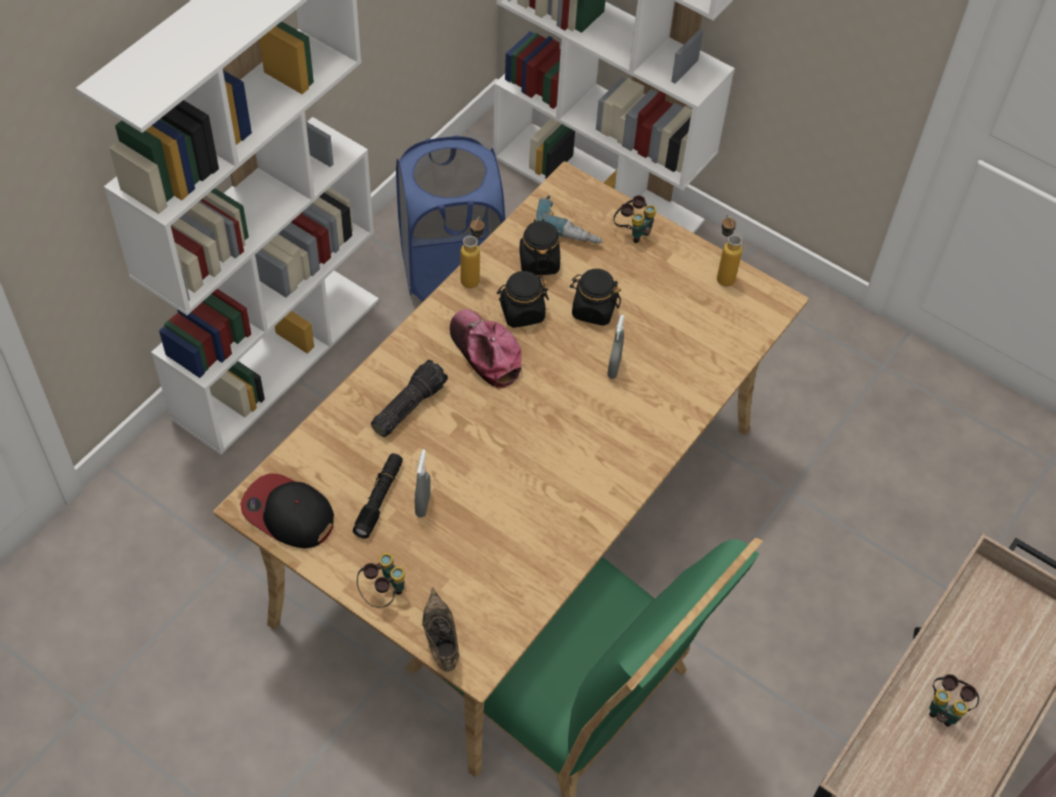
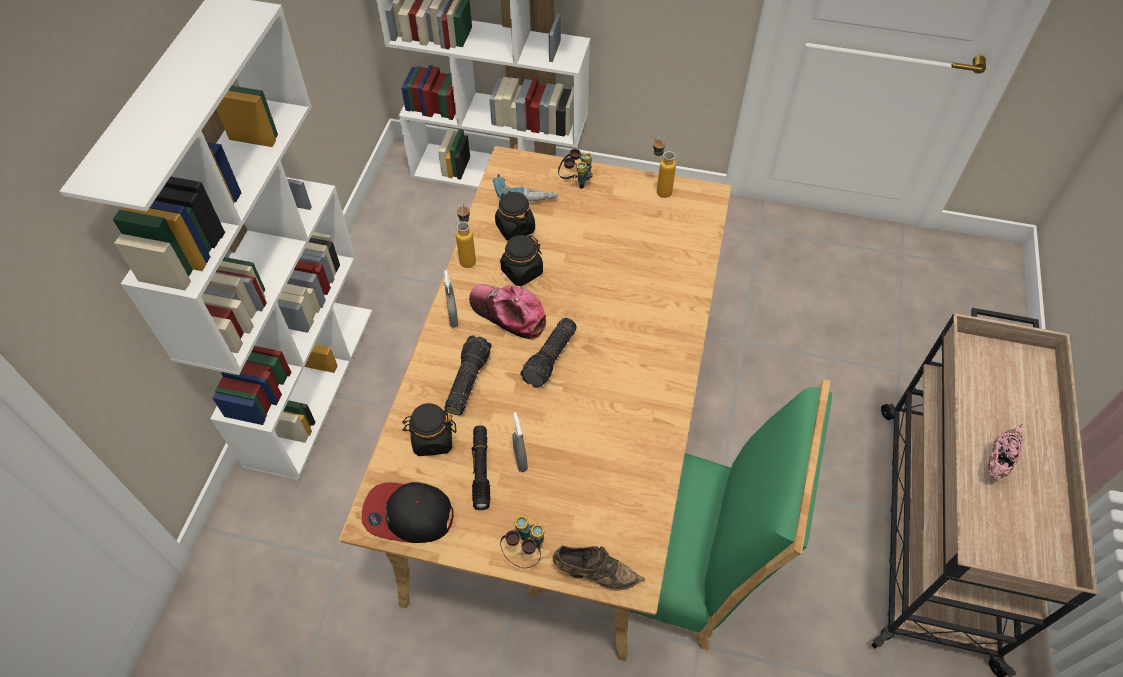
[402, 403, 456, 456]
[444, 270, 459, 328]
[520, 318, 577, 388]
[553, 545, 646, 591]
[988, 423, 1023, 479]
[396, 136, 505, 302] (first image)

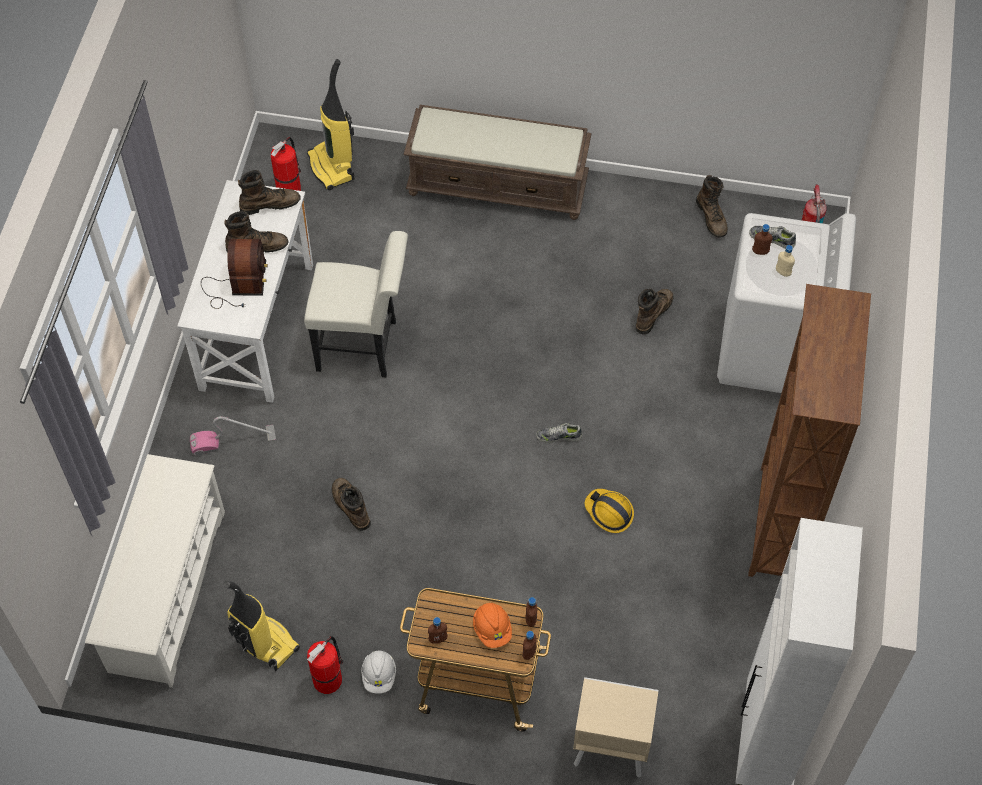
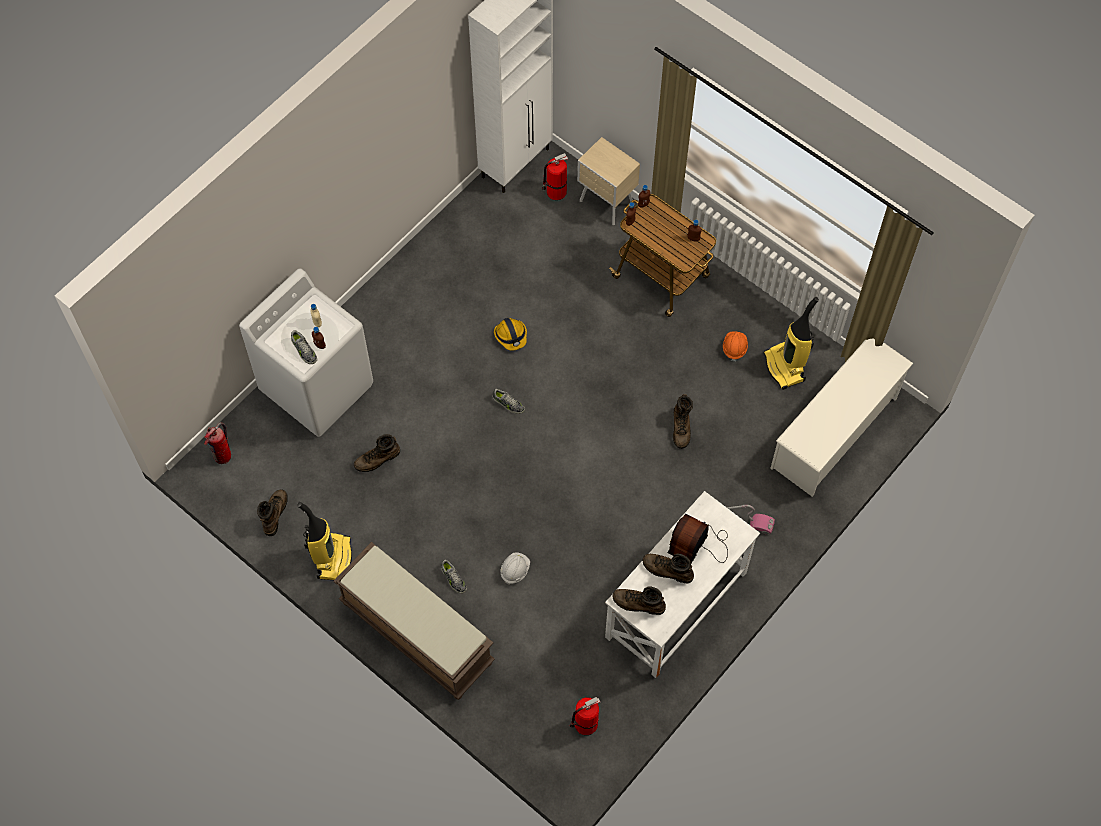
[298, 502, 352, 580]
[441, 560, 467, 594]
[501, 552, 530, 585]
[542, 153, 568, 200]
[723, 331, 748, 361]
[304, 231, 408, 377] (first image)
[748, 284, 871, 577] (first image)

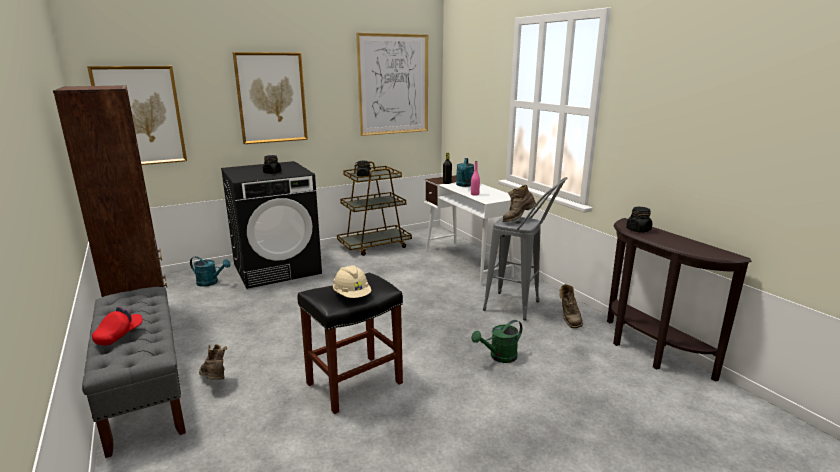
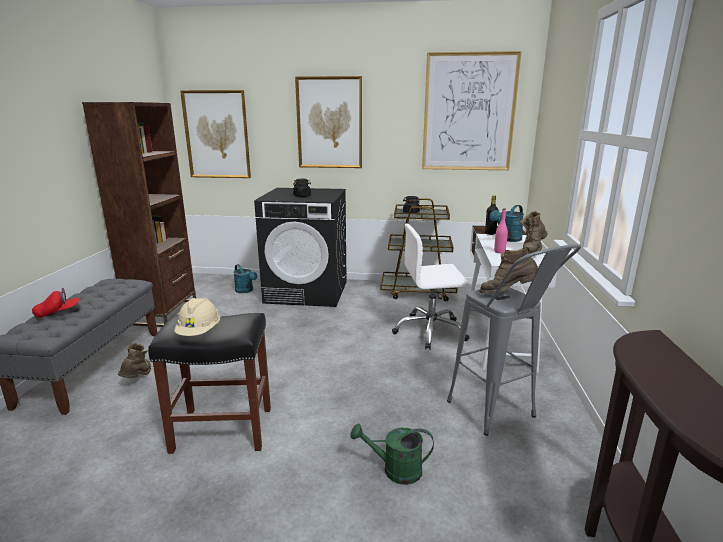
[392, 223, 470, 350]
[520, 211, 547, 253]
[626, 207, 653, 233] (first image)

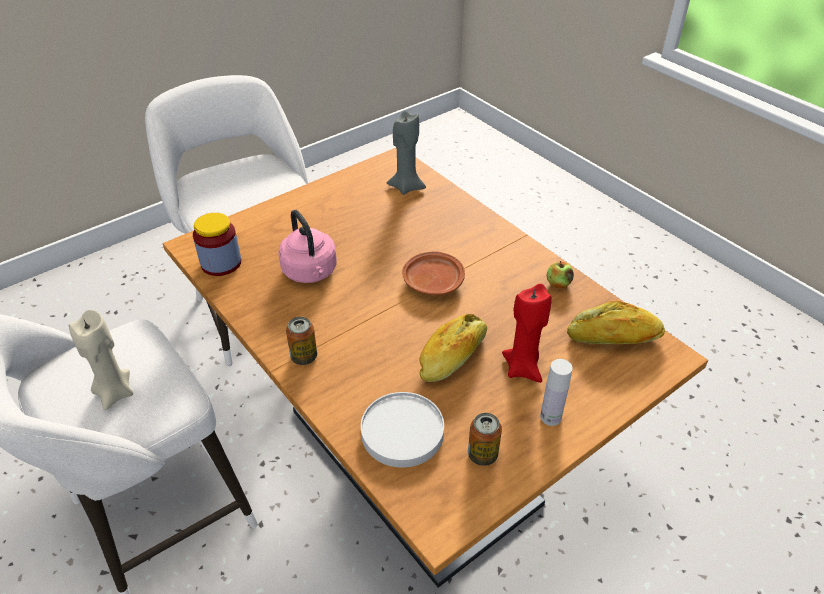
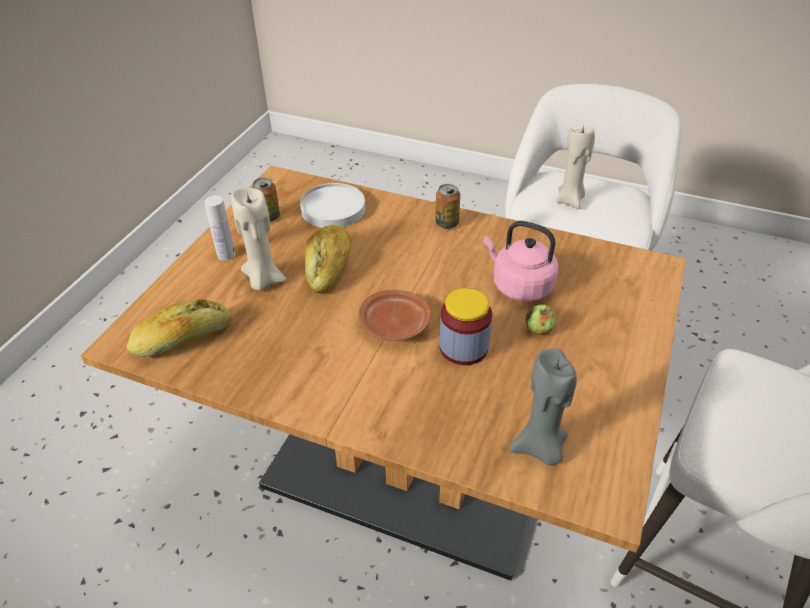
[231, 187, 287, 291]
[439, 288, 492, 365]
[526, 305, 556, 335]

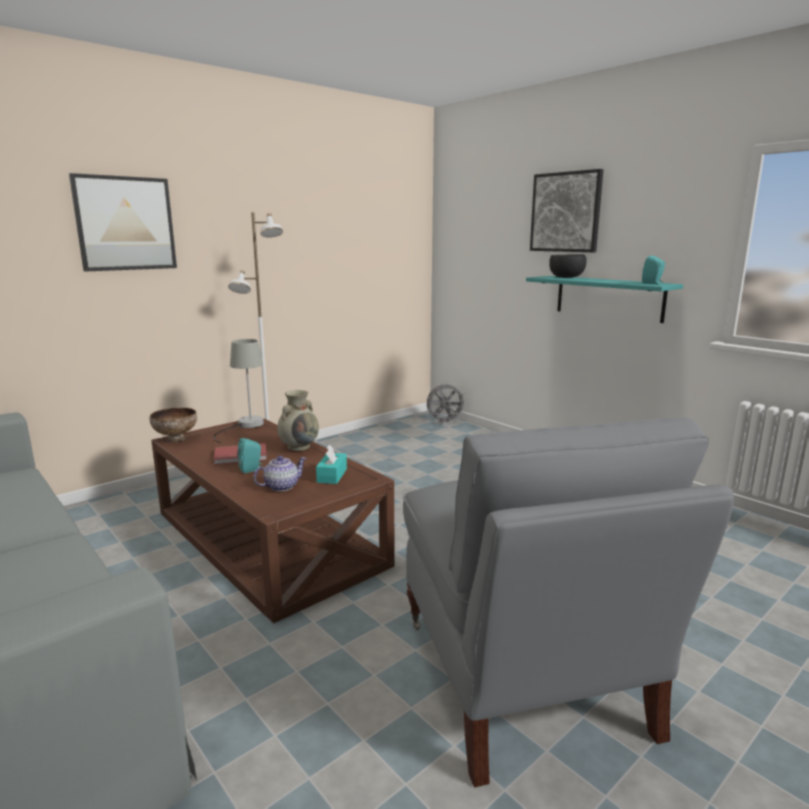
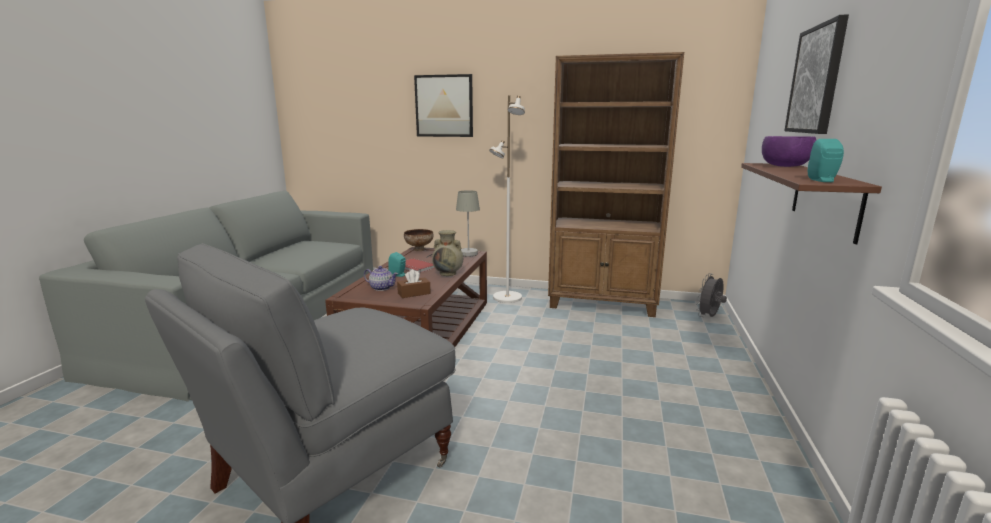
[397, 269, 431, 298]
[548, 52, 684, 317]
[696, 273, 727, 317]
[741, 163, 882, 244]
[762, 136, 816, 167]

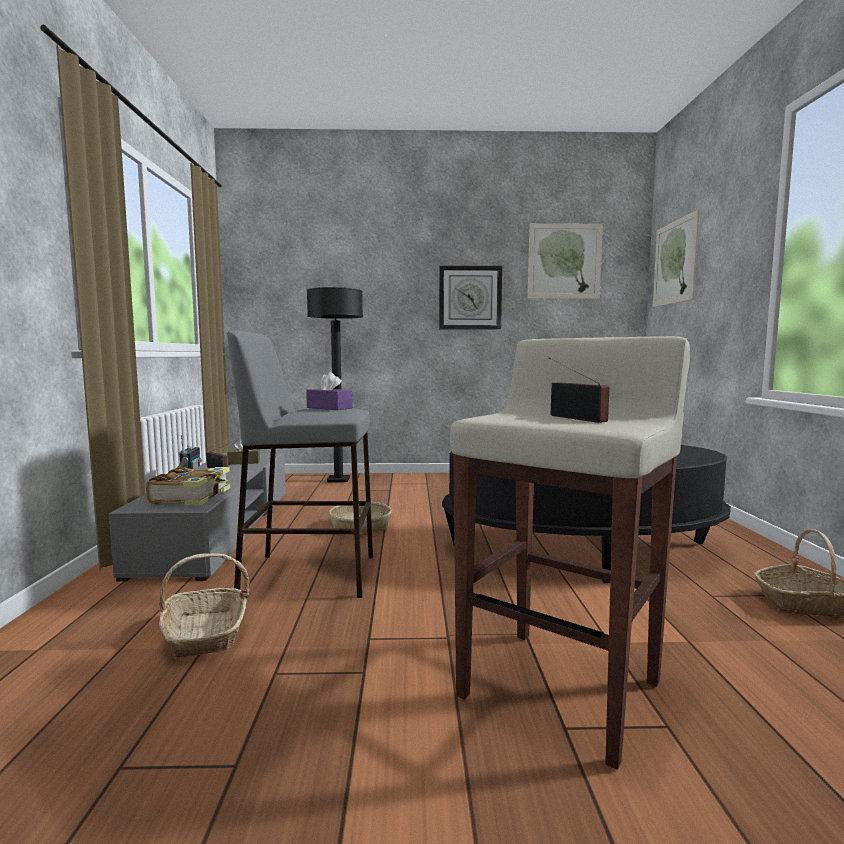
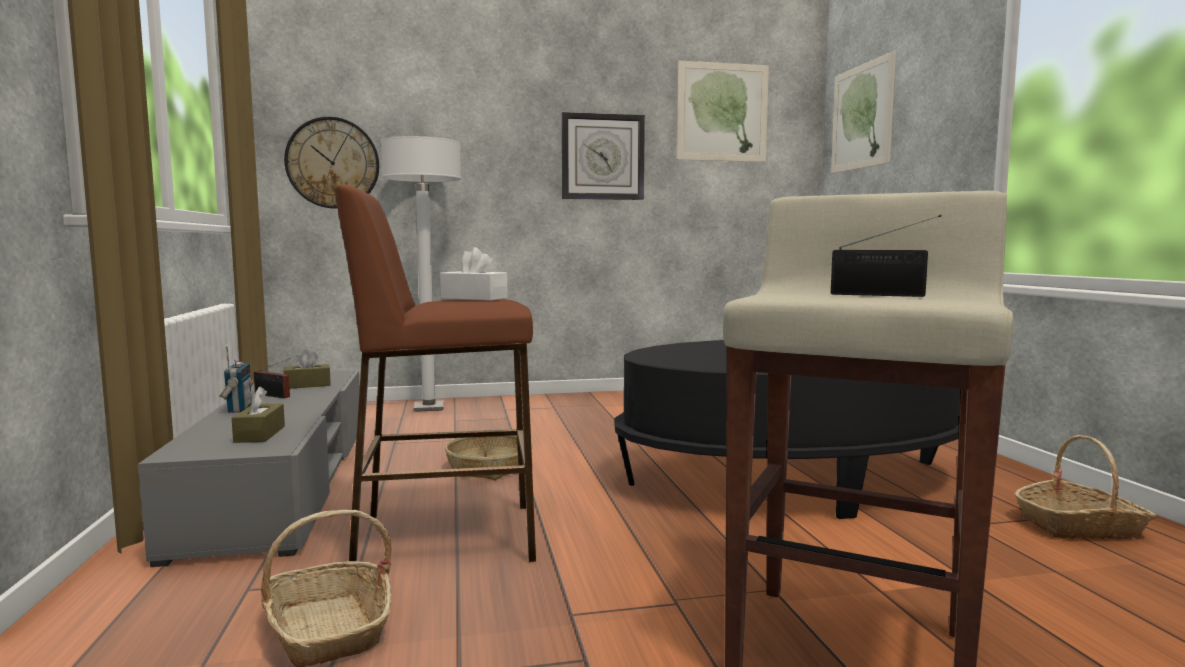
[232, 386, 285, 443]
[284, 117, 379, 209]
[335, 184, 536, 562]
[381, 136, 461, 412]
[440, 247, 508, 301]
[831, 215, 942, 297]

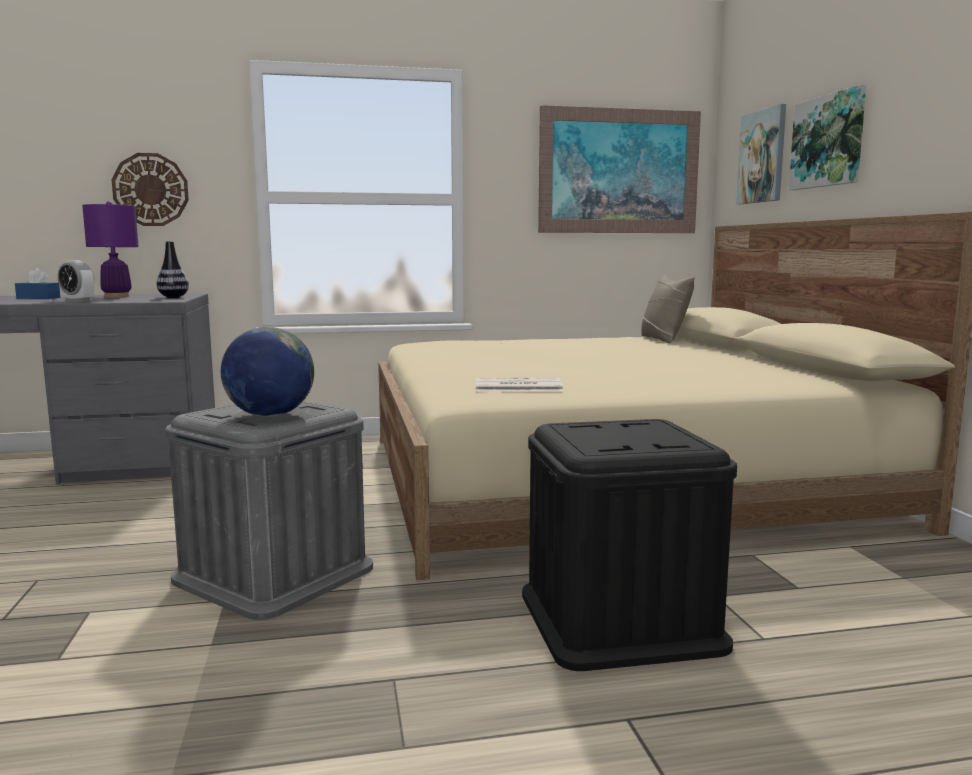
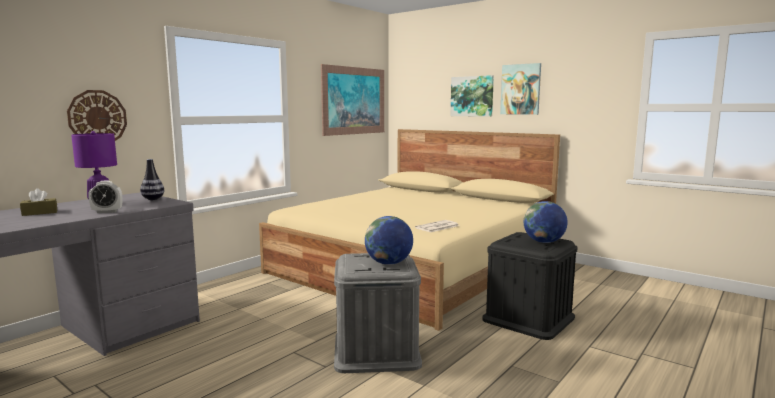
[20, 188, 57, 216]
[500, 63, 541, 115]
[524, 201, 568, 243]
[641, 275, 695, 343] (first image)

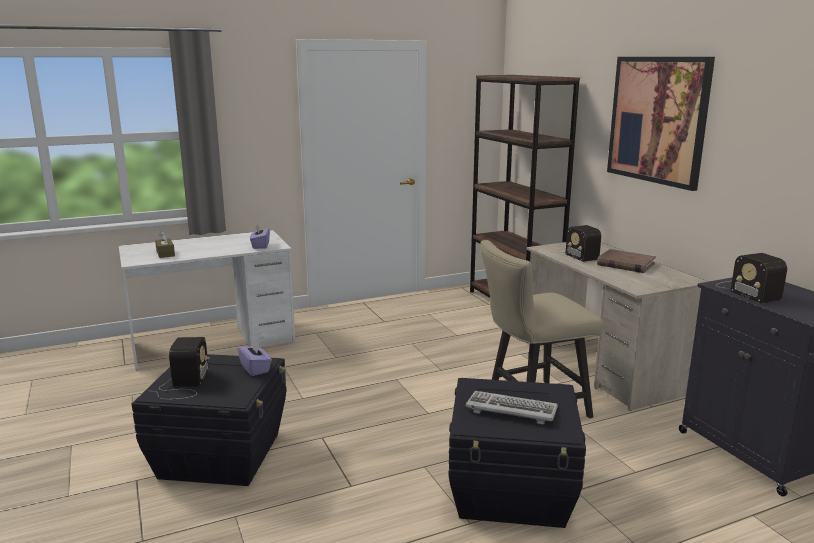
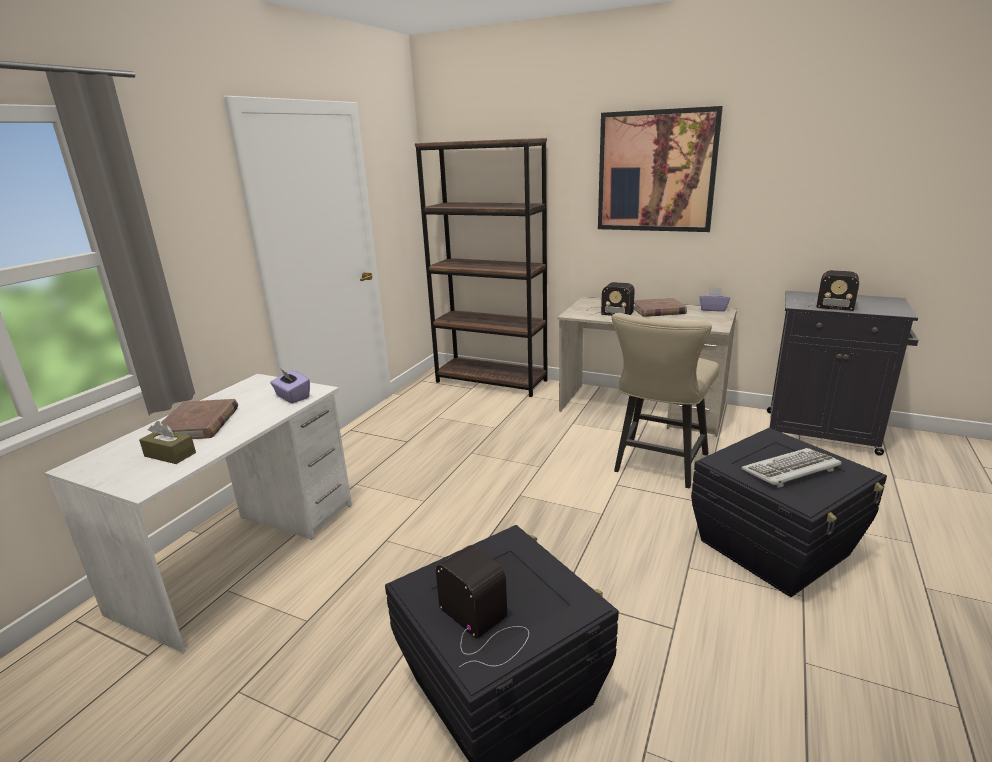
[152, 399, 238, 439]
[699, 287, 730, 312]

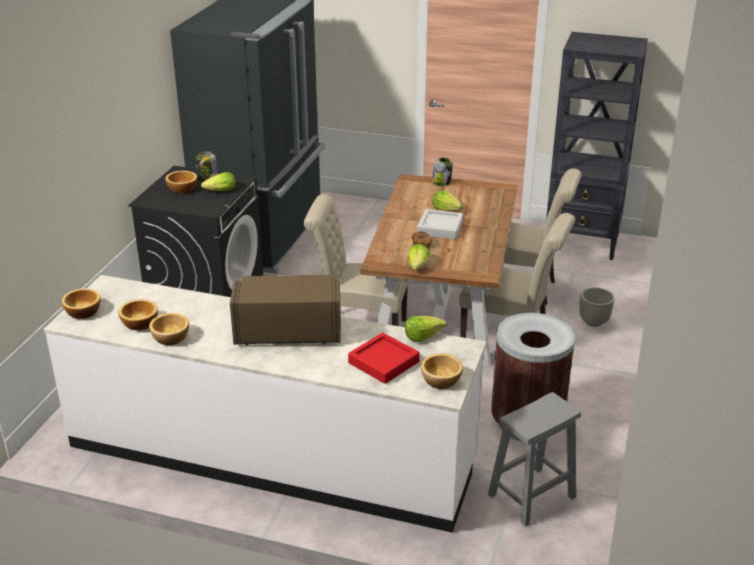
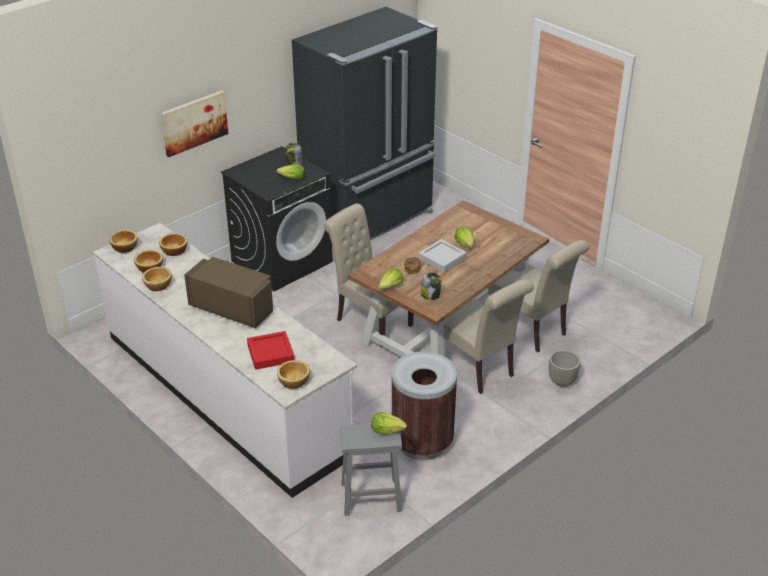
[159, 233, 187, 256]
[161, 90, 228, 157]
[371, 412, 407, 434]
[421, 272, 441, 300]
[546, 32, 648, 260] (first image)

